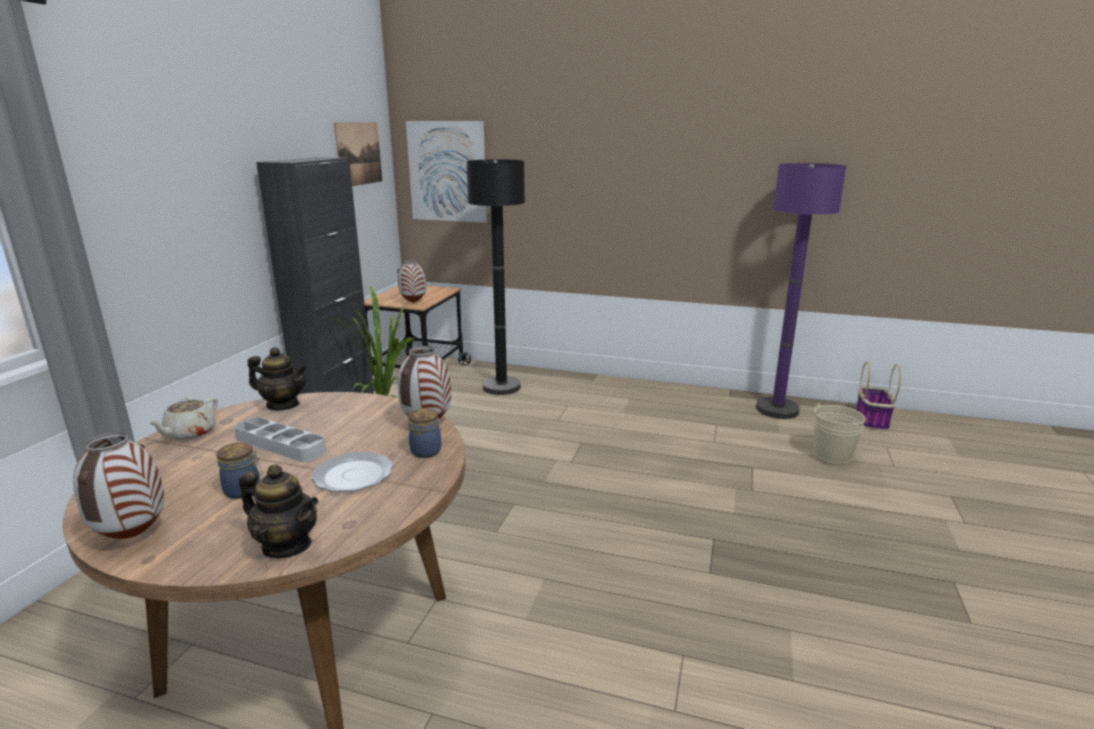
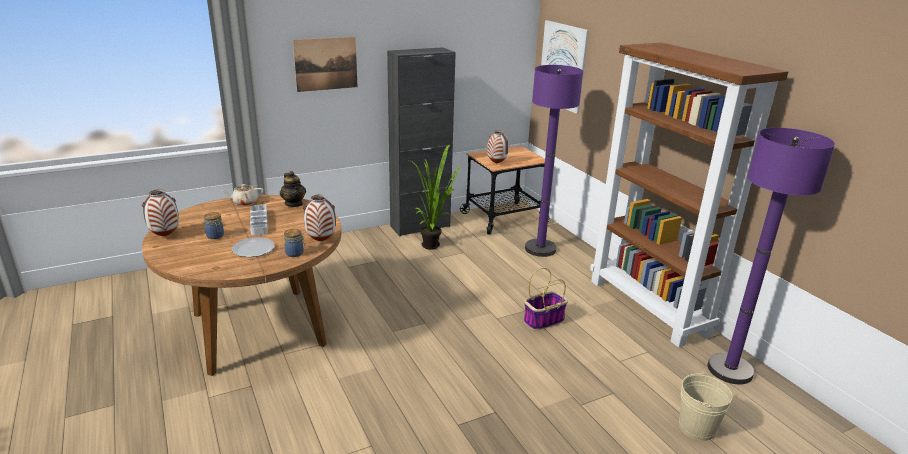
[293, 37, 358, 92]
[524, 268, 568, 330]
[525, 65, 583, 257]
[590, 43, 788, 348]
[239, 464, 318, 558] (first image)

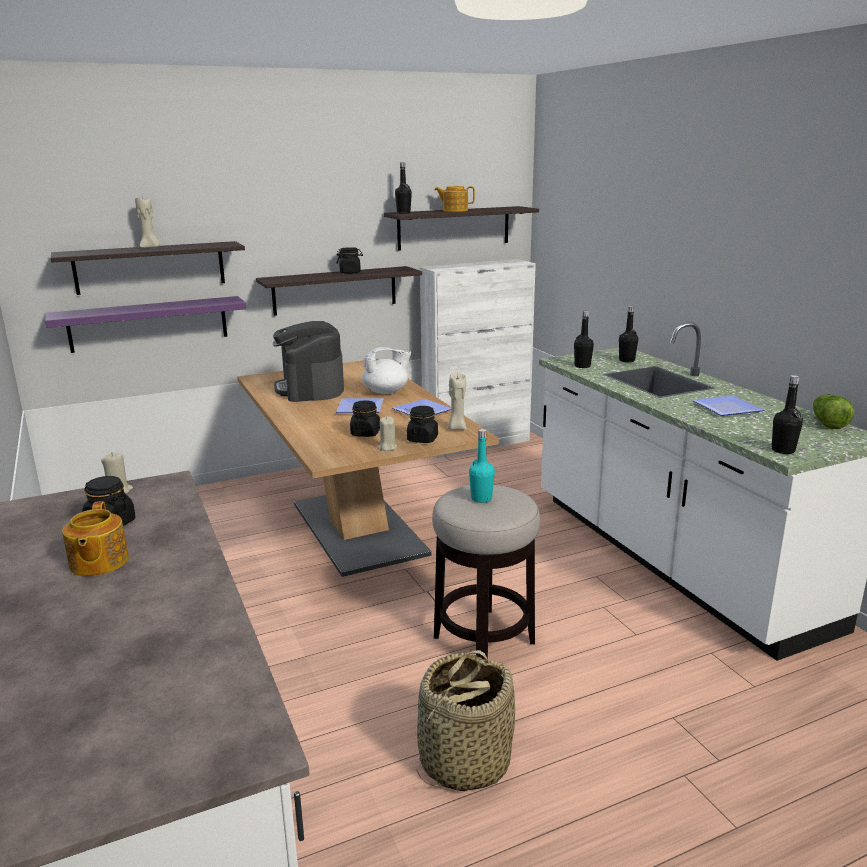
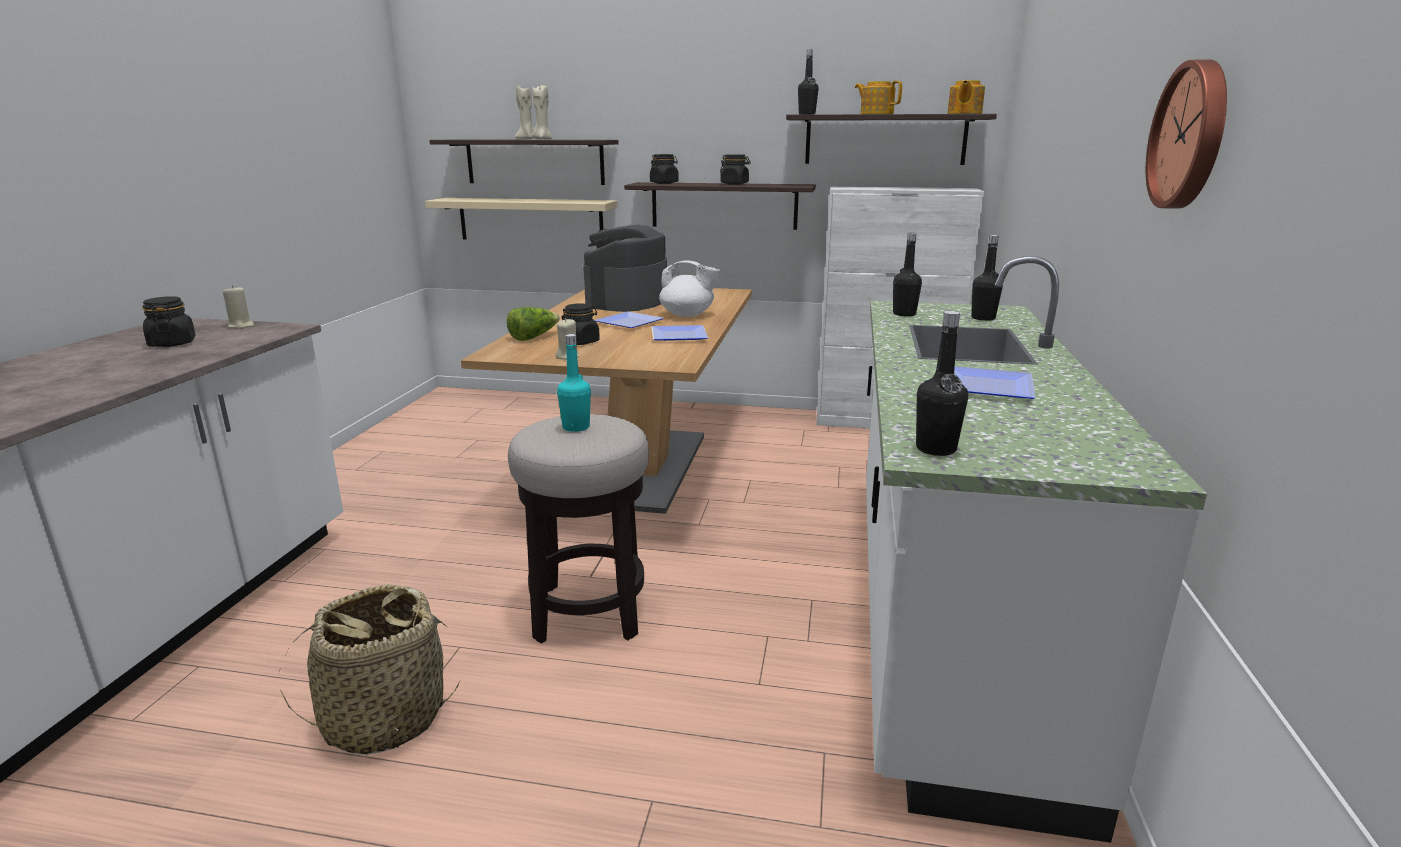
[425, 198, 617, 240]
[506, 307, 560, 341]
[532, 85, 552, 140]
[650, 154, 679, 184]
[947, 80, 985, 114]
[1146, 59, 1227, 209]

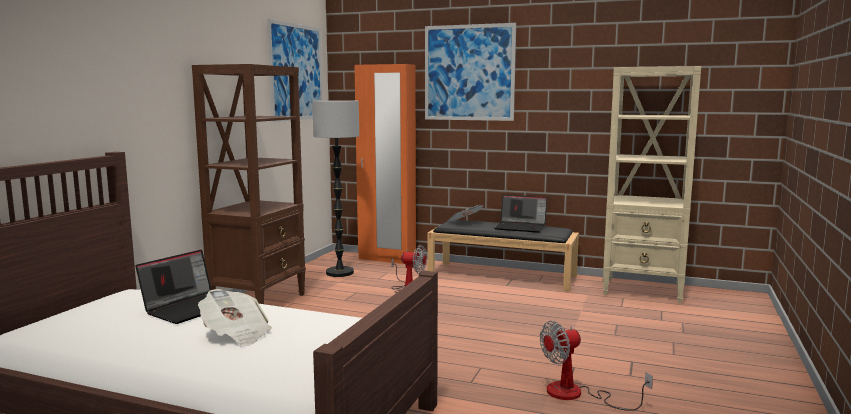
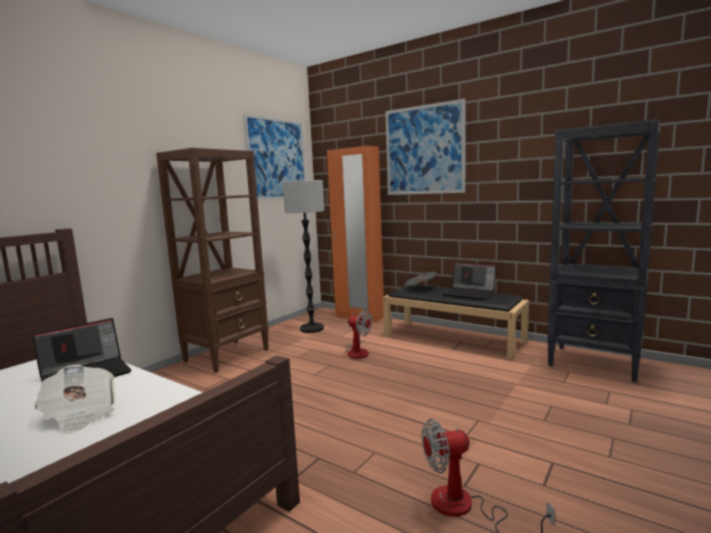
[547, 119, 660, 382]

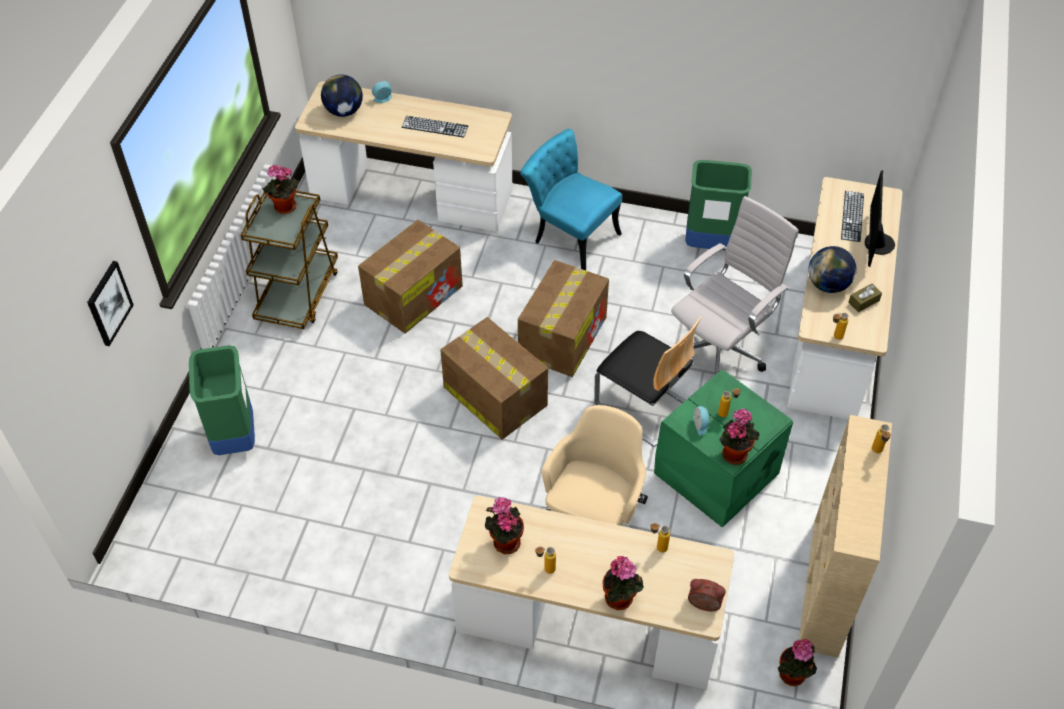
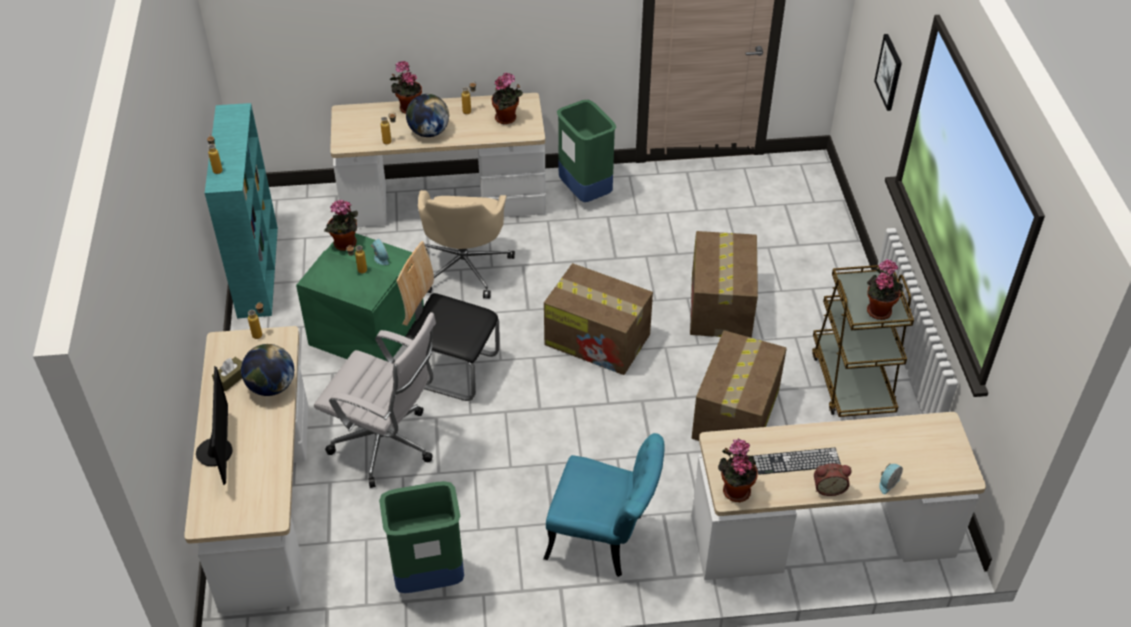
[205, 103, 278, 318]
[314, 312, 436, 488]
[406, 94, 449, 137]
[557, 100, 616, 202]
[690, 231, 758, 338]
[718, 438, 758, 502]
[814, 463, 852, 496]
[841, 191, 864, 242] (first image)

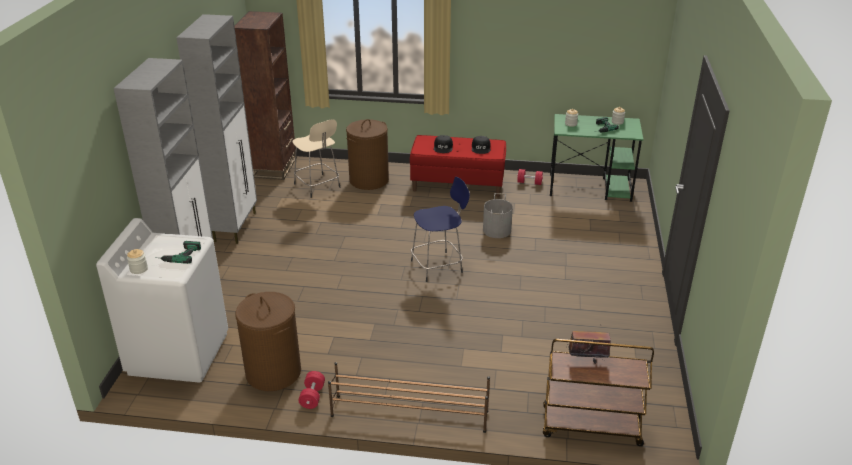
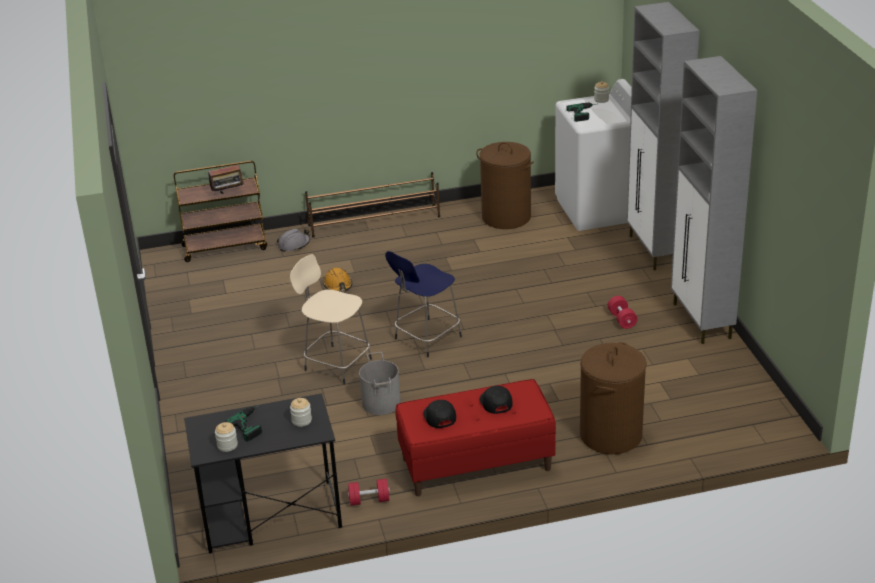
[184, 393, 342, 554]
[277, 228, 310, 252]
[290, 254, 372, 384]
[323, 268, 352, 292]
[607, 296, 638, 329]
[234, 11, 297, 180] (first image)

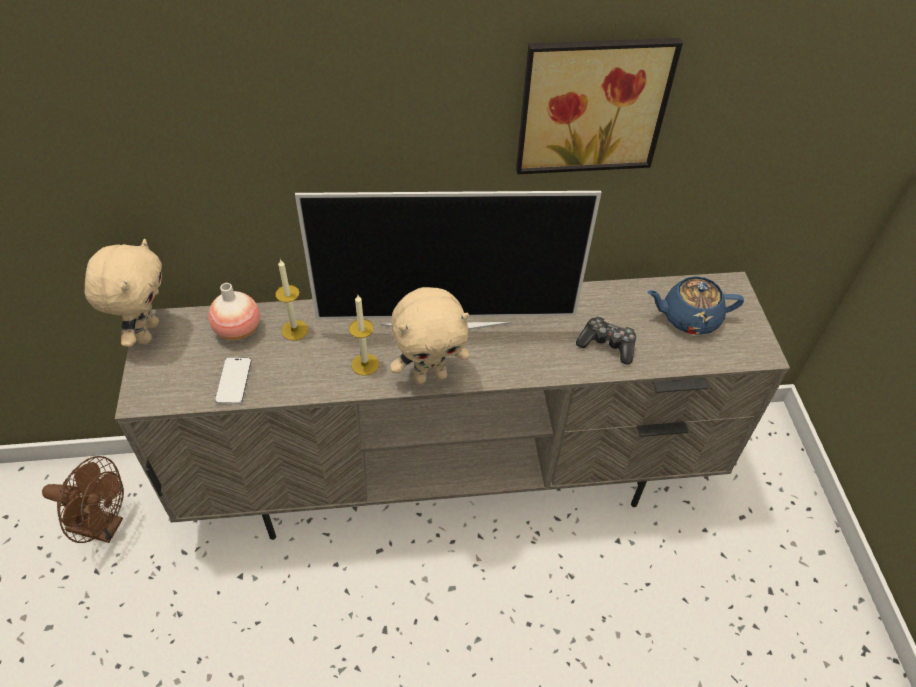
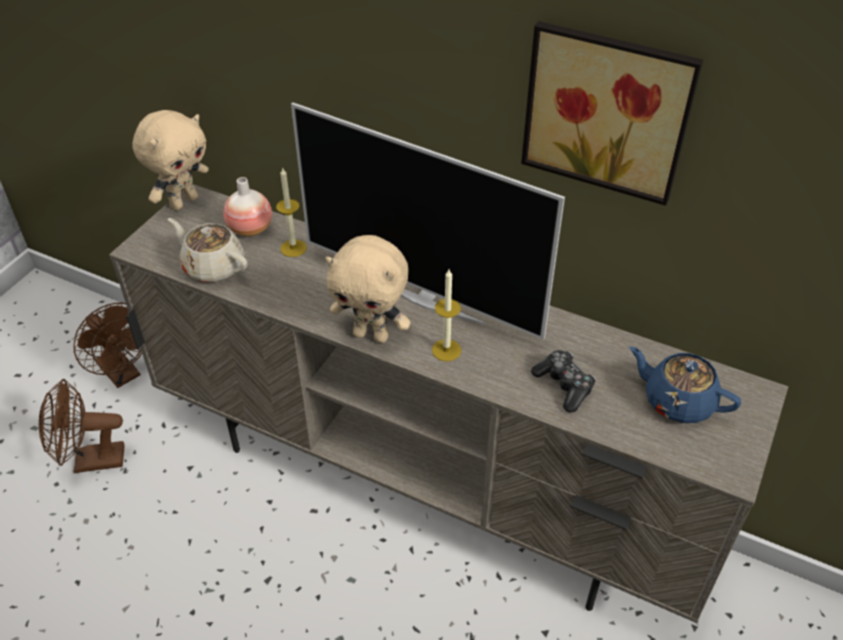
[39, 379, 125, 473]
[168, 218, 247, 282]
[432, 269, 461, 361]

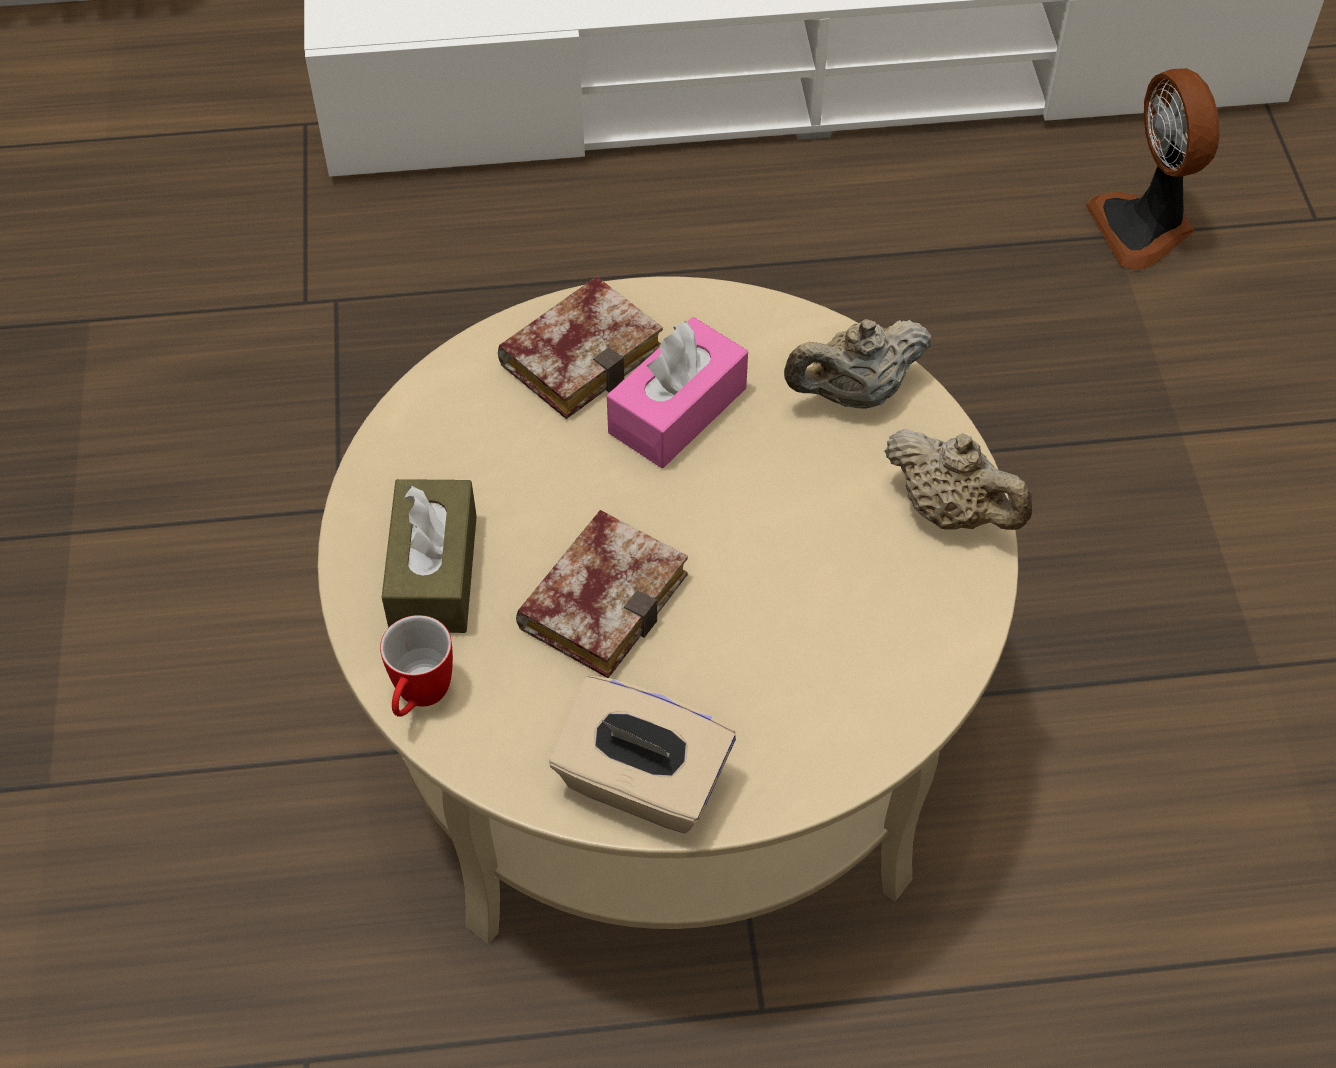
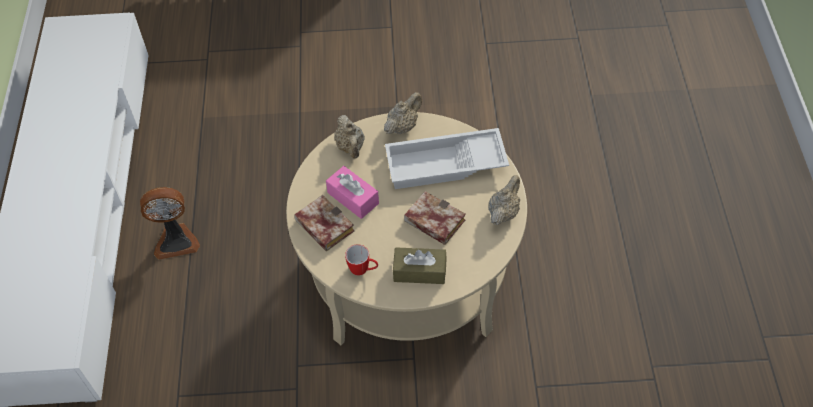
[140, 187, 200, 260]
[345, 244, 378, 276]
[385, 128, 509, 189]
[489, 175, 520, 225]

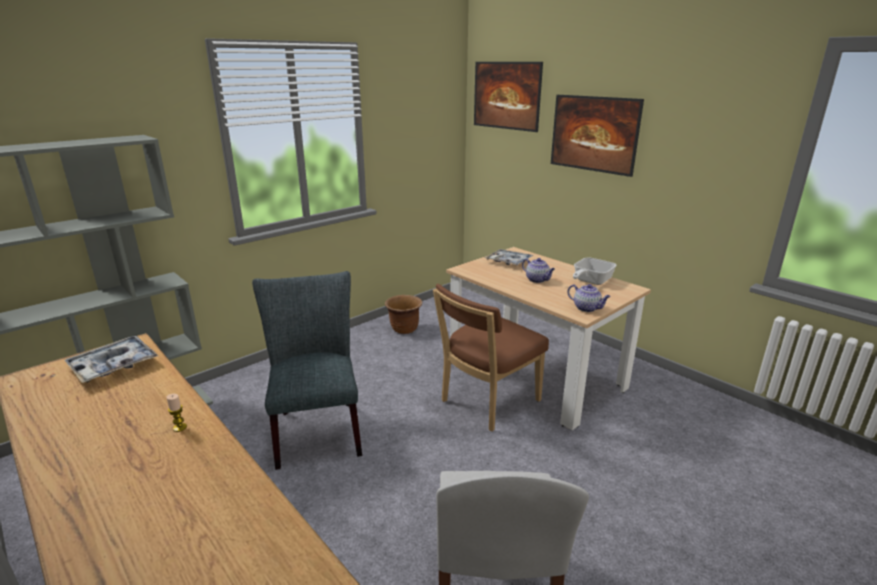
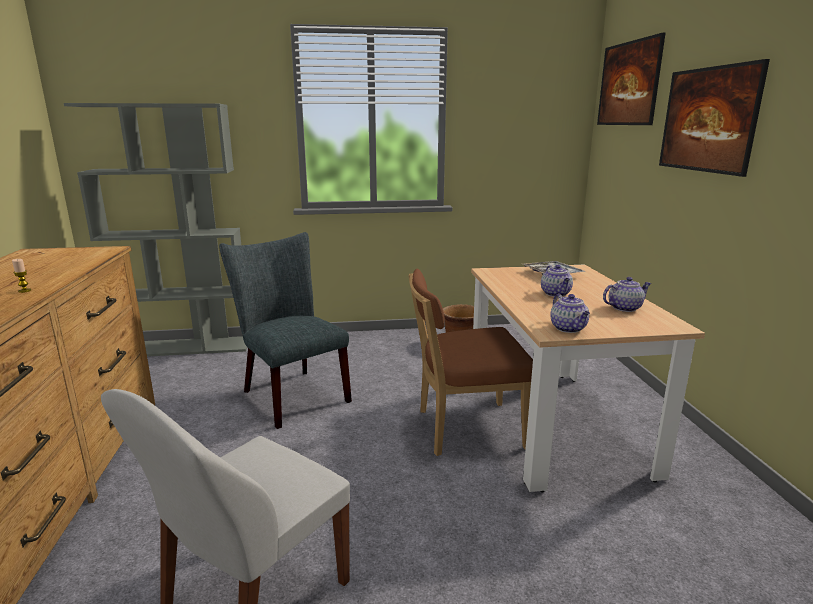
[219, 232, 352, 429]
[603, 277, 652, 312]
[64, 336, 158, 383] (first image)

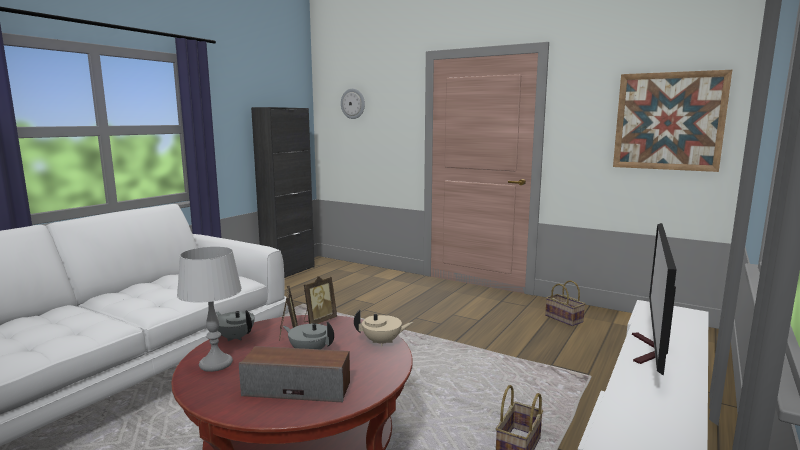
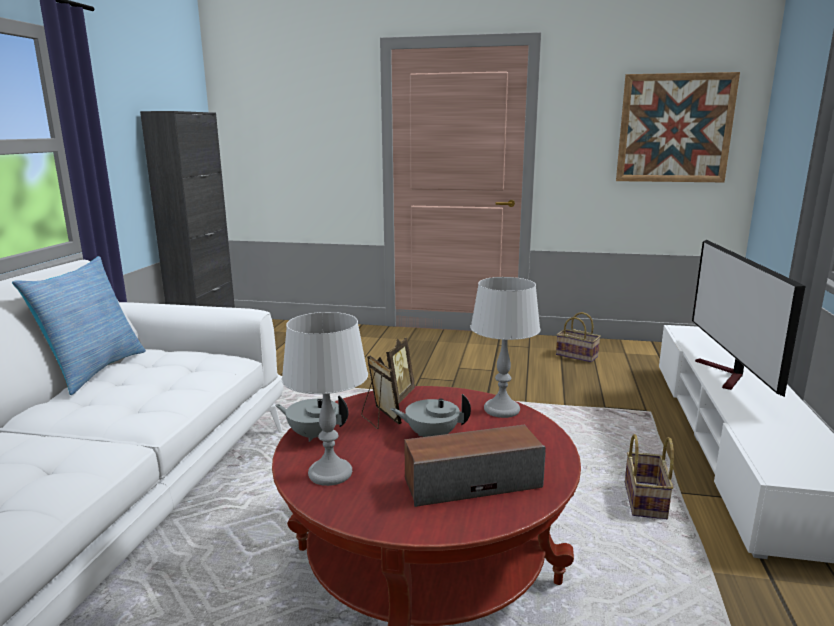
[12, 256, 146, 395]
[470, 277, 541, 418]
[341, 89, 365, 119] (first image)

